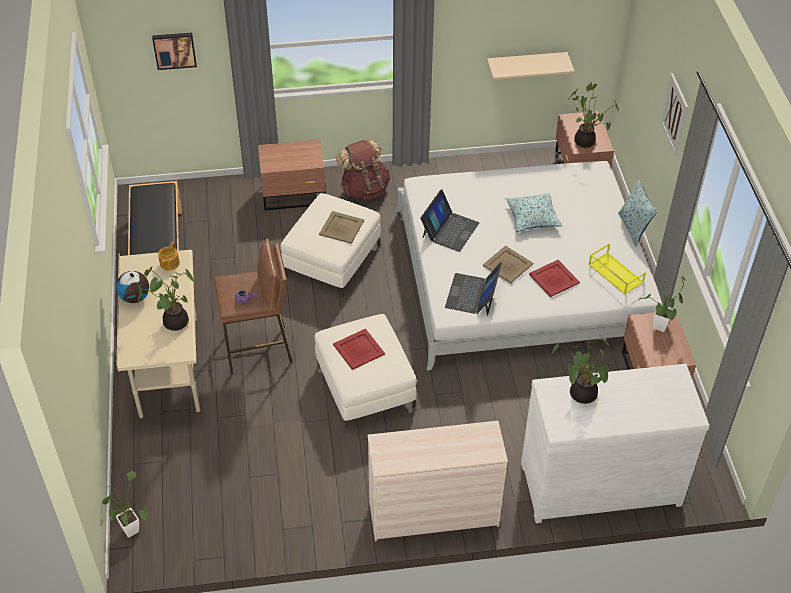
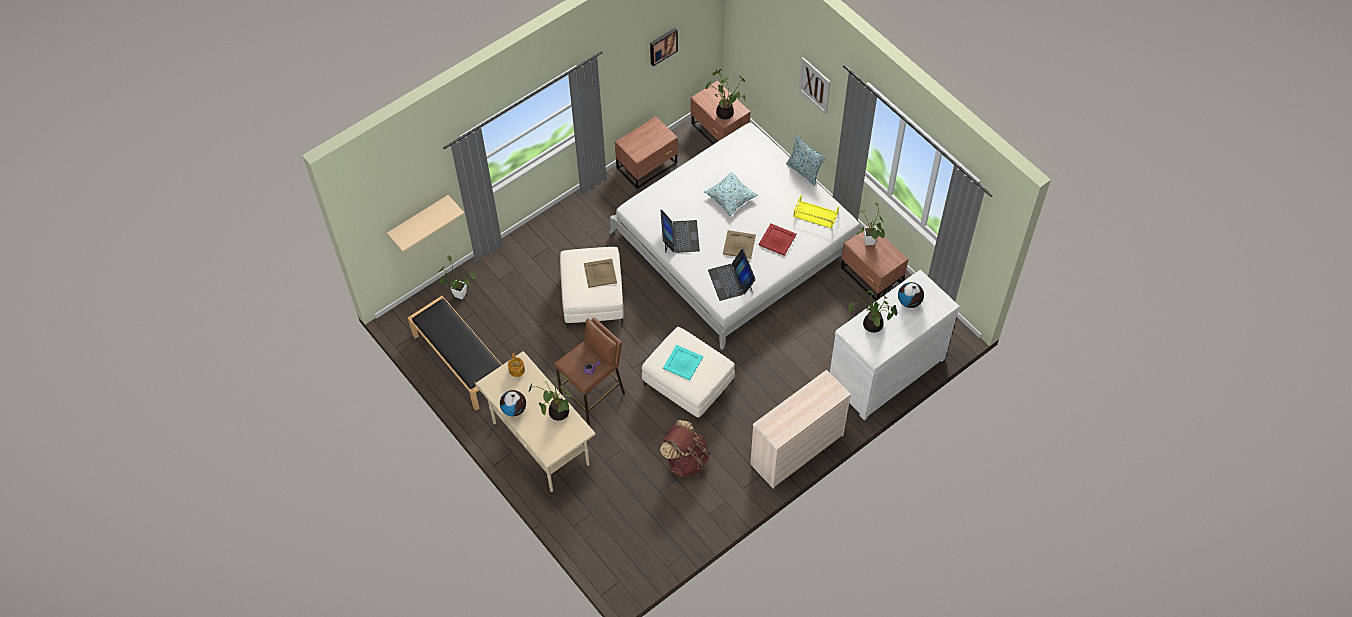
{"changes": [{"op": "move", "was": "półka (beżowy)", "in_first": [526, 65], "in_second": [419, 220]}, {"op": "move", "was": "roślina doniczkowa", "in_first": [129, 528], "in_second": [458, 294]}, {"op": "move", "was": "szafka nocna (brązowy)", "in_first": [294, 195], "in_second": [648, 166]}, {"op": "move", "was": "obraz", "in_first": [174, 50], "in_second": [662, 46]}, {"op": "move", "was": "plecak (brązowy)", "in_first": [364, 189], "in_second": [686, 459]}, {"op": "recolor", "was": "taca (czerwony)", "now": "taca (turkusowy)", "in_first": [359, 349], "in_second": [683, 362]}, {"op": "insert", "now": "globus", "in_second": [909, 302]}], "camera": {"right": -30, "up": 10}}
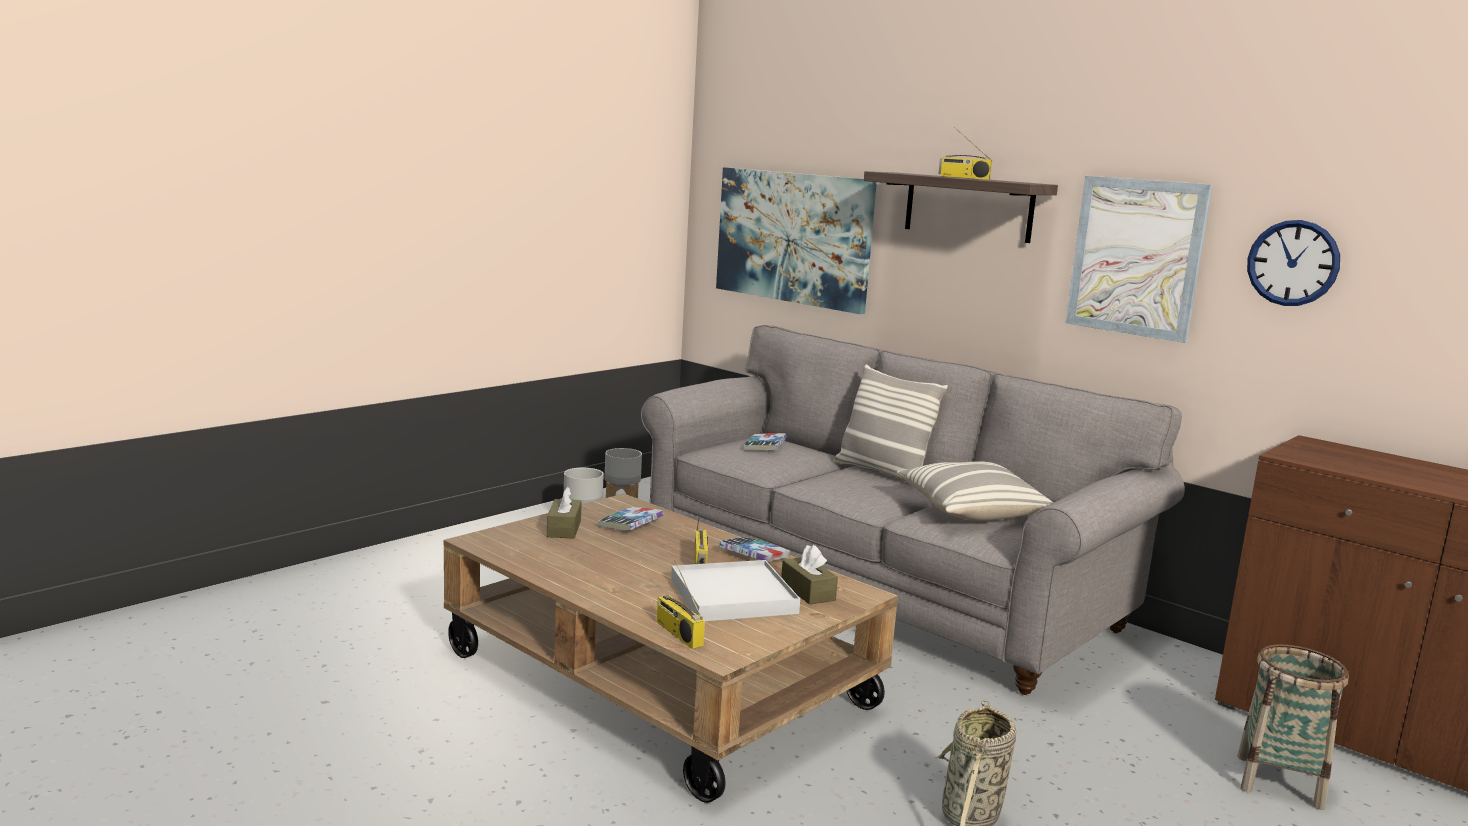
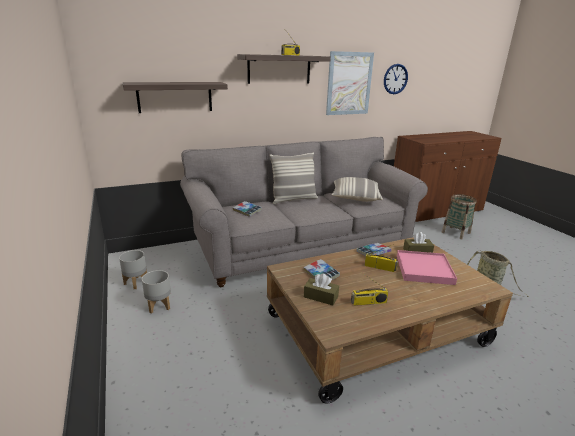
{"changes": [{"op": "replace", "was": "obraz", "now": "półka", "in_first": [793, 237], "in_second": [175, 97]}, {"op": "move", "was": "radio", "in_first": [677, 633], "in_second": [368, 302]}, {"op": "recolor", "was": "taca (biały)", "now": "taca (różowy)", "in_first": [733, 596], "in_second": [424, 269]}], "camera": {"right": -65, "up": 10}}
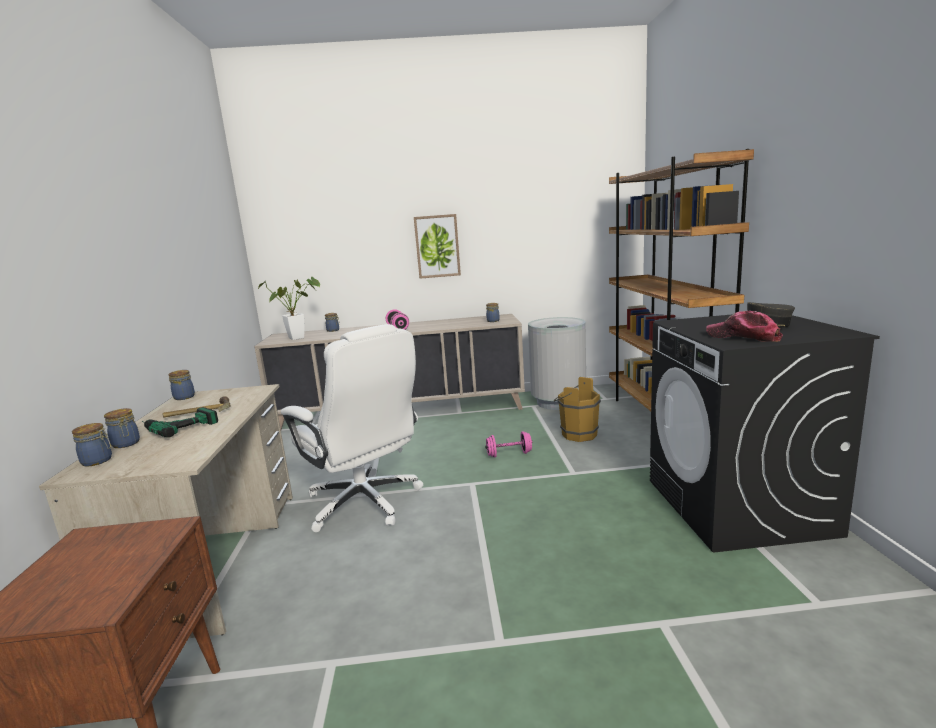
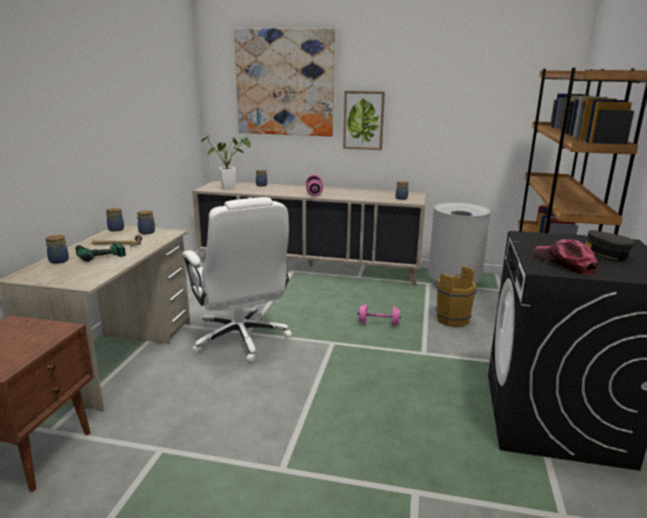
{"changes": [{"op": "move", "was": "słoik", "in_first": [98, 461], "in_second": [147, 232]}, {"op": "insert", "now": "obraz", "in_second": [285, 83]}], "camera": {"right": 15, "up": 5}}
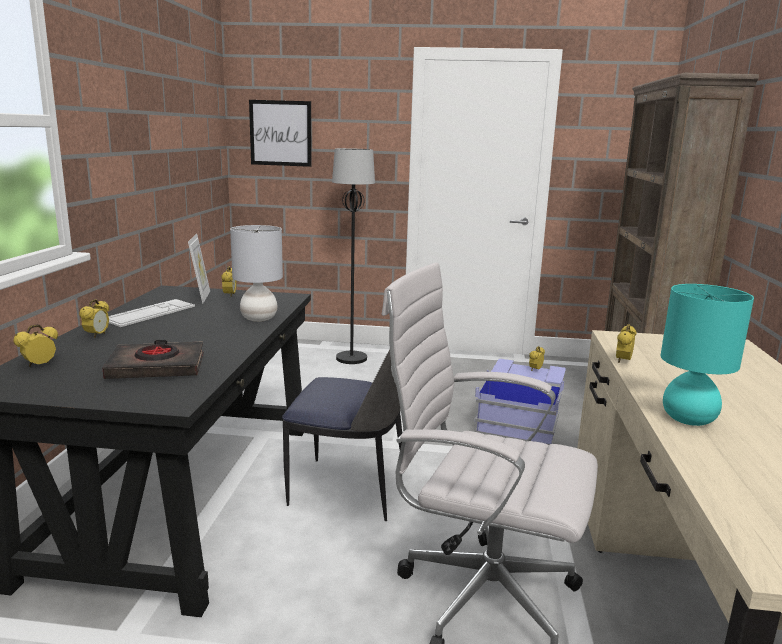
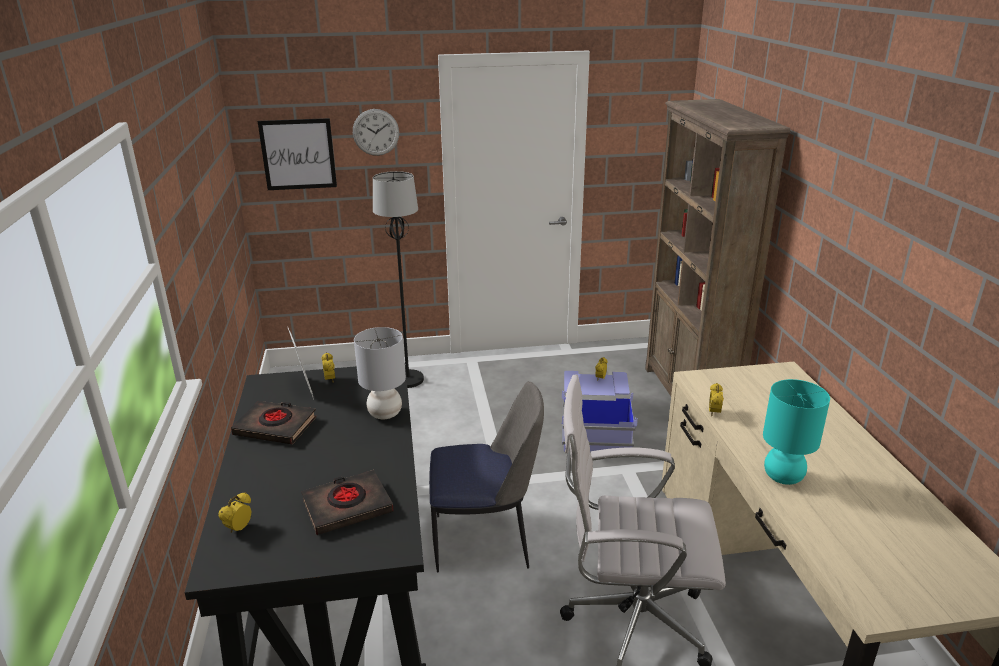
{"changes": [{"op": "replace", "was": "klawiatura", "now": "książka (czarny)", "in_first": [150, 313], "in_second": [275, 427]}, {"op": "insert", "now": "zegar ścienny", "in_second": [376, 132]}, {"op": "delete", "was": "budzik", "in_first": [97, 335]}], "camera": {"right": -15, "up": 10}}
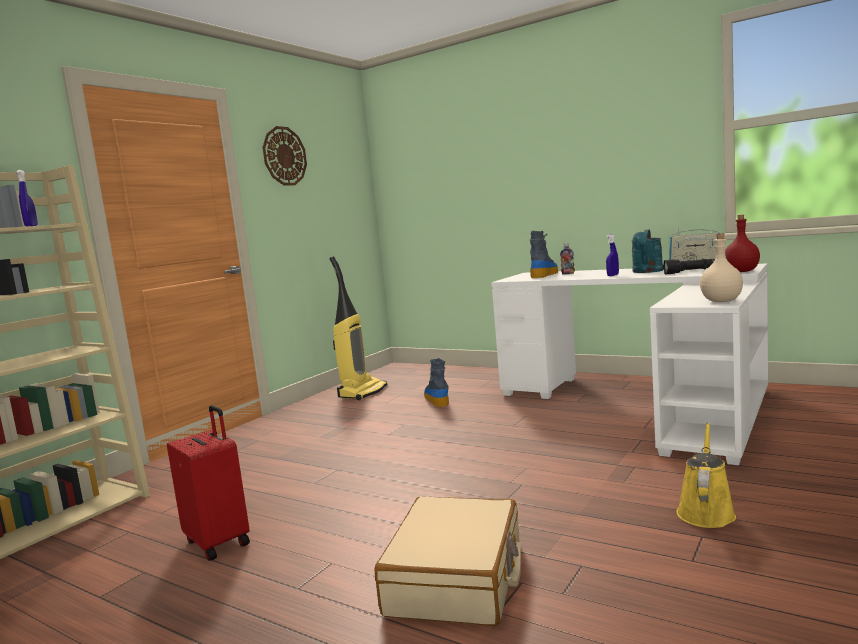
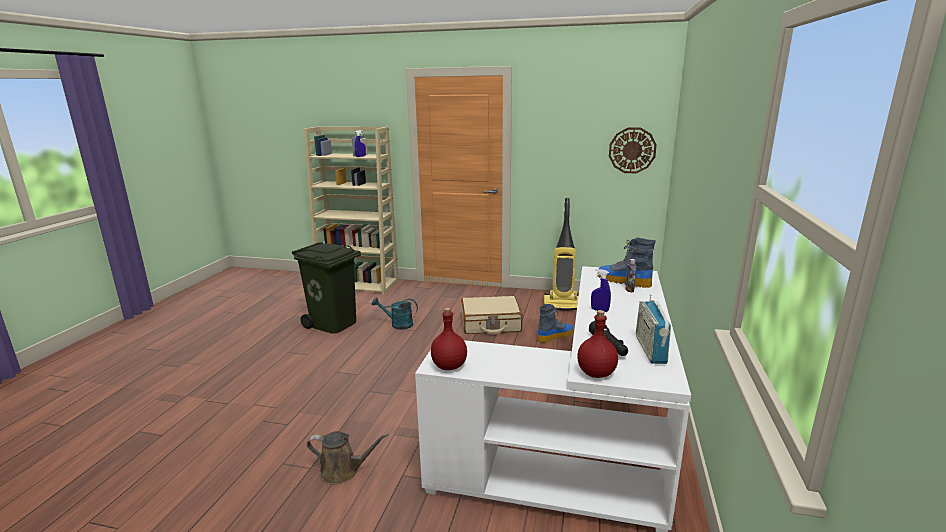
{"changes": [{"op": "replace", "was": "walizka (czerwony)", "now": "kosz na śmieci (zielony)", "in_first": [219, 542], "in_second": [333, 324]}, {"op": "recolor", "was": "konewka (żółty)", "now": "konewka (brązowy)", "in_first": [706, 512], "in_second": [343, 471]}, {"op": "move", "was": "konewka (turkusowy)", "in_first": [647, 271], "in_second": [398, 324]}, {"op": "recolor", "was": "butelka (beżowy)", "now": "butelka (czerwony)", "in_first": [722, 301], "in_second": [449, 366]}, {"op": "move", "was": "walizka (beżowy)", "in_first": [457, 578], "in_second": [490, 324]}, {"op": "rotate", "was": "but z cholewką", "in_first": [544, 275], "in_second": [622, 281], "clockwise": -150}, {"op": "move", "was": "zegar ścienny", "in_first": [284, 156], "in_second": [632, 150]}], "camera": {"right": 70, "up": 10}}
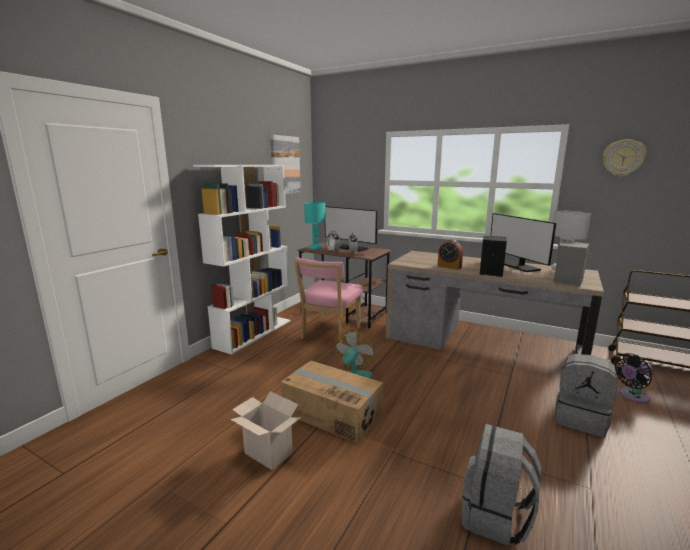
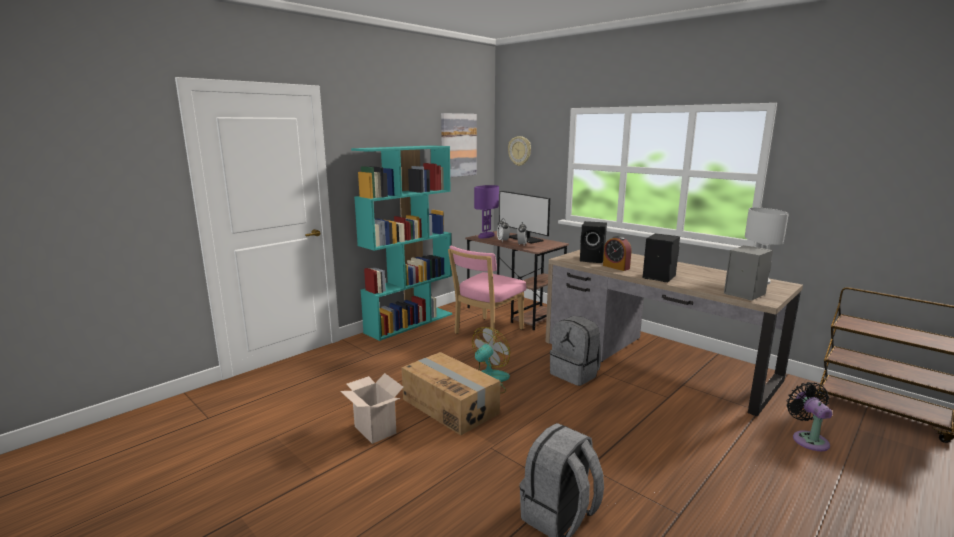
{"changes": [{"op": "recolor", "was": "regał (biały)", "now": "regał (turkusowy)", "in_first": [254, 333], "in_second": [409, 323]}, {"op": "recolor", "was": "lampa stołowa (turkusowy)", "now": "lampa stołowa (fioletowy)", "in_first": [315, 247], "in_second": [486, 236]}, {"op": "move", "was": "zegar ścienny", "in_first": [623, 158], "in_second": [519, 151]}, {"op": "move", "was": "plecak (szary)", "in_first": [580, 419], "in_second": [575, 374]}, {"op": "insert", "now": "głośnik (czarny)", "in_second": [593, 259]}, {"op": "rotate", "was": "wentylator (czarny)", "in_first": [632, 396], "in_second": [808, 439], "clockwise": 90}, {"op": "delete", "was": "monitor", "in_first": [518, 266]}], "camera": {"right": 15, "up": 0}}
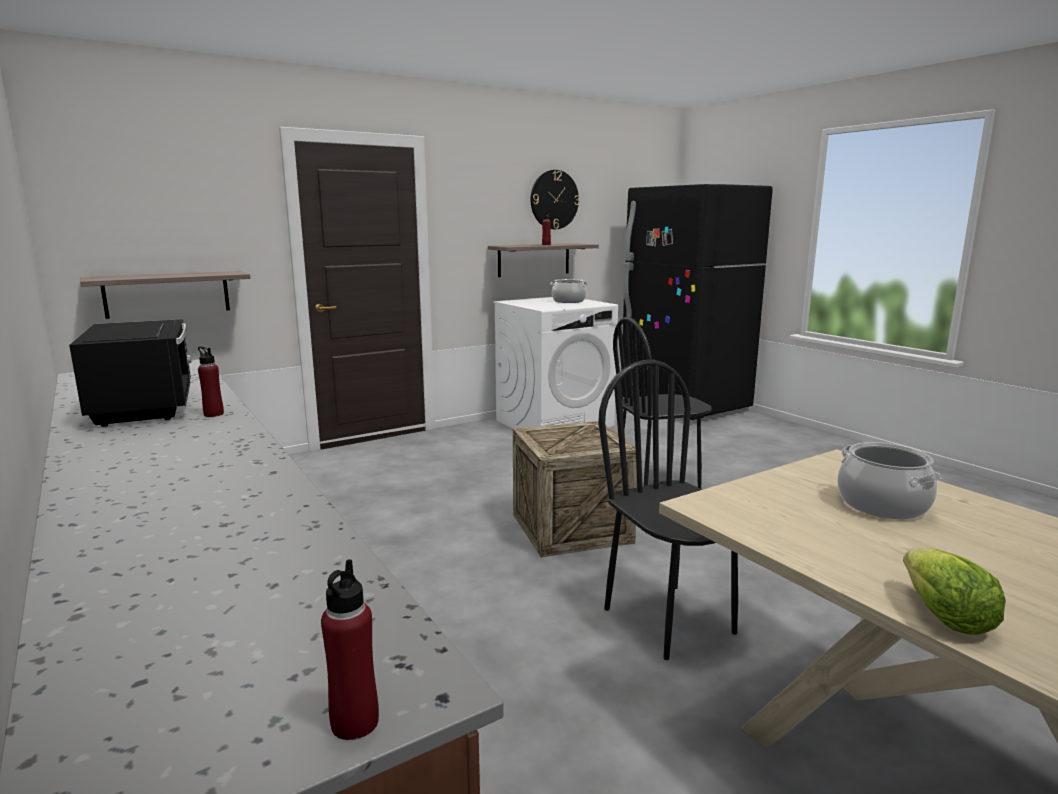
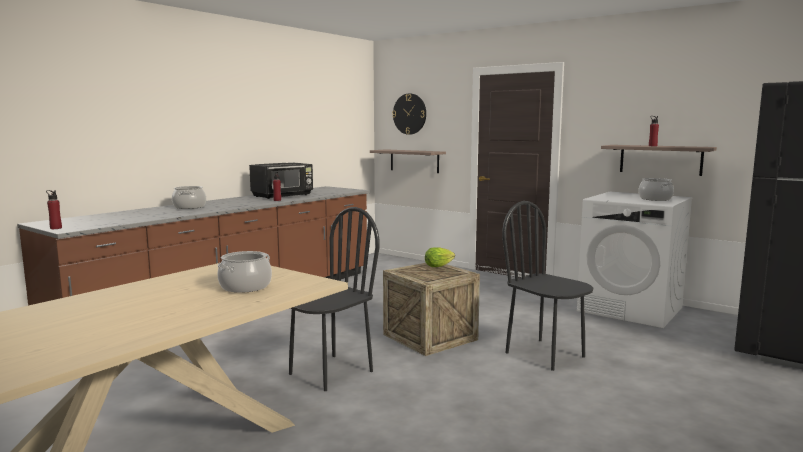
{"changes": [{"op": "insert", "now": "garnek", "in_second": [189, 207]}, {"op": "move", "was": "zegar ścienny", "in_first": [554, 199], "in_second": [409, 114]}, {"op": "move", "was": "sałata", "in_first": [944, 617], "in_second": [438, 266]}], "camera": {"right": 70, "up": -5}}
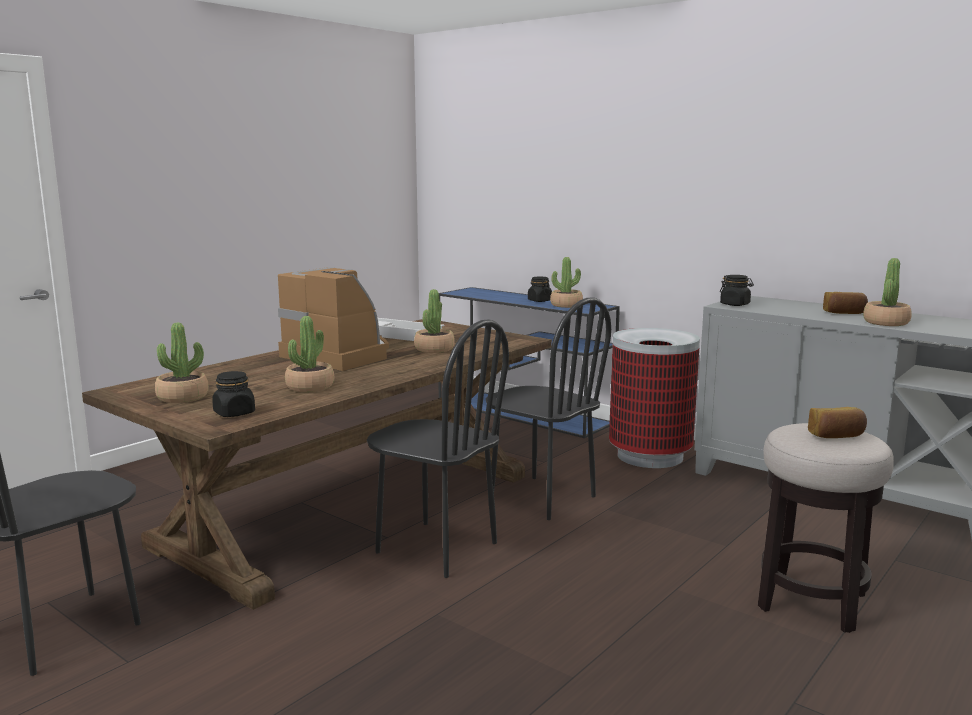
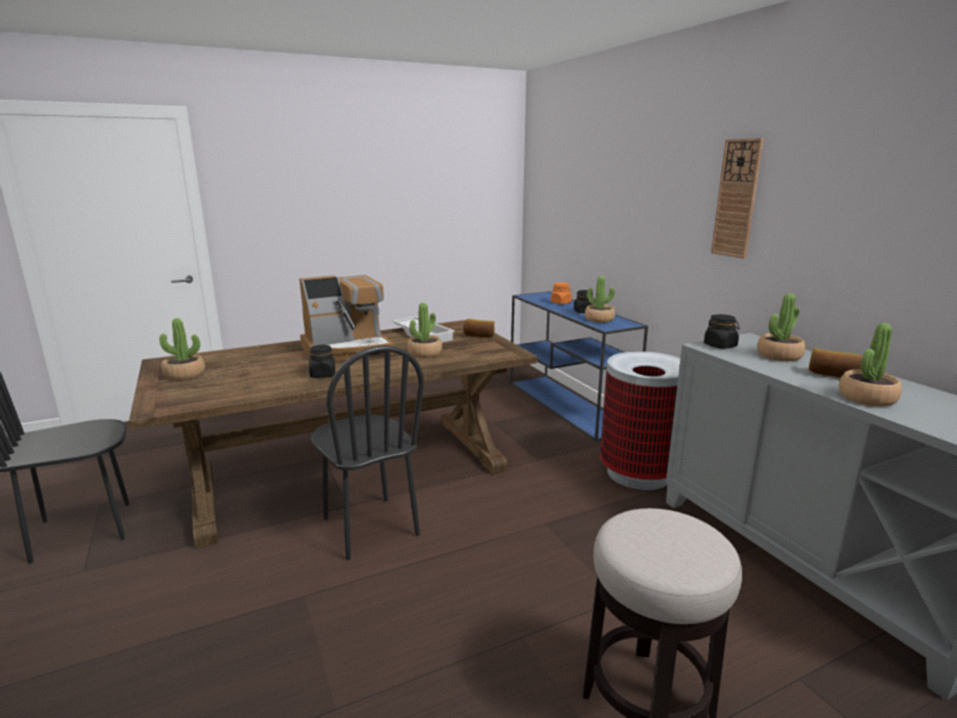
{"changes": [{"op": "rotate", "was": "ekspres do kawy", "in_first": [339, 355], "in_second": [347, 349], "clockwise": 90}, {"op": "move", "was": "słoik (czarny)", "in_first": [234, 413], "in_second": [323, 375]}, {"op": "move", "was": "chleb", "in_first": [836, 436], "in_second": [479, 336]}, {"op": "insert", "now": "słoik (pomarańczowy)", "in_second": [561, 303]}, {"op": "insert", "now": "zegar ścienny", "in_second": [737, 199]}, {"op": "move", "was": "roślina doniczkowa", "in_first": [310, 387], "in_second": [779, 356]}, {"op": "delete", "was": "krzesło (czarny)", "in_first": [542, 497]}], "camera": {"right": 25, "up": 5}}
